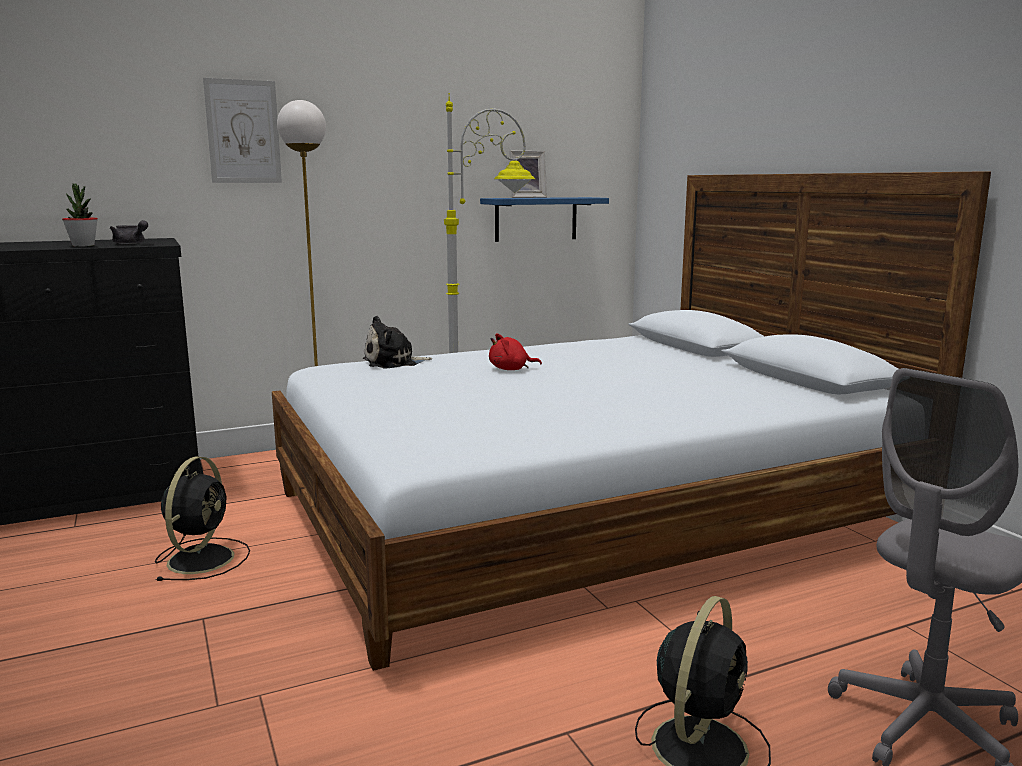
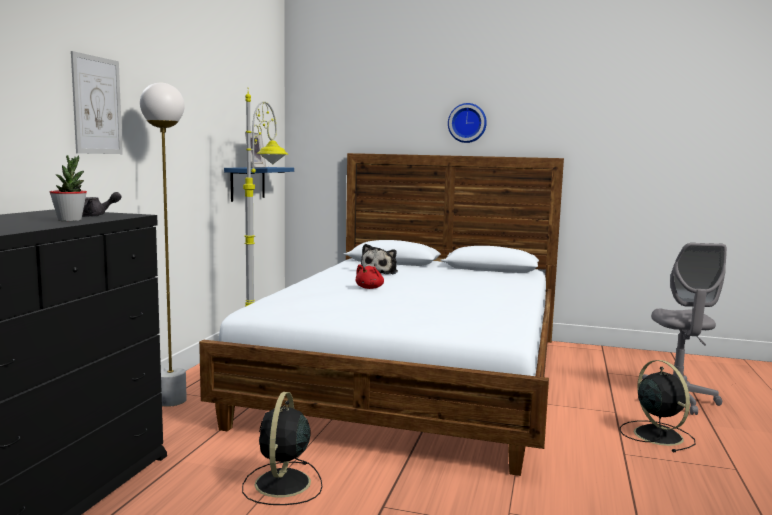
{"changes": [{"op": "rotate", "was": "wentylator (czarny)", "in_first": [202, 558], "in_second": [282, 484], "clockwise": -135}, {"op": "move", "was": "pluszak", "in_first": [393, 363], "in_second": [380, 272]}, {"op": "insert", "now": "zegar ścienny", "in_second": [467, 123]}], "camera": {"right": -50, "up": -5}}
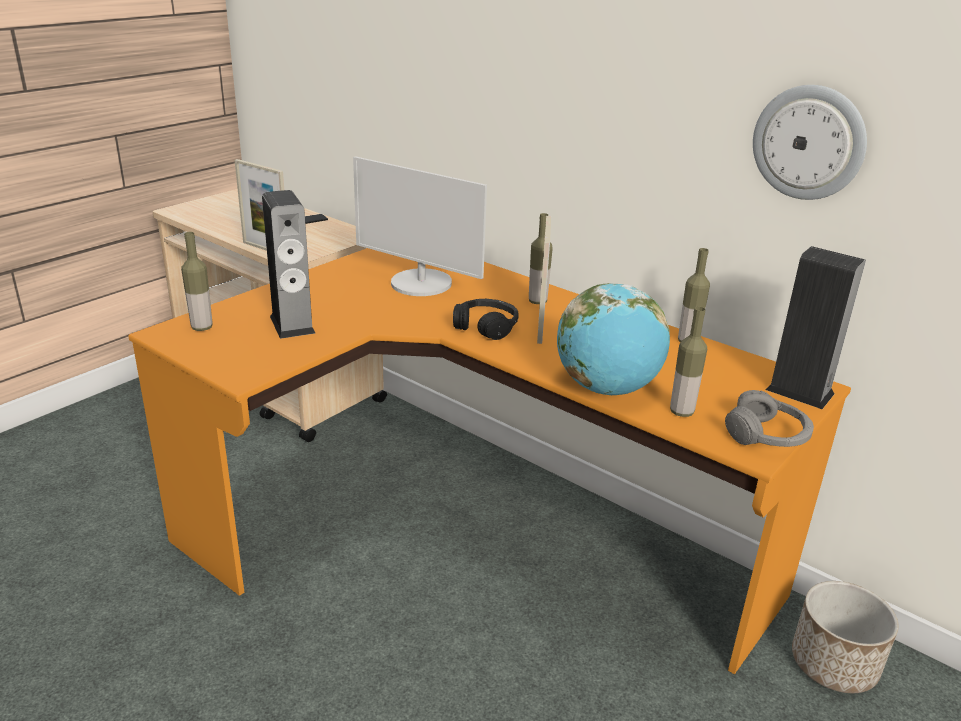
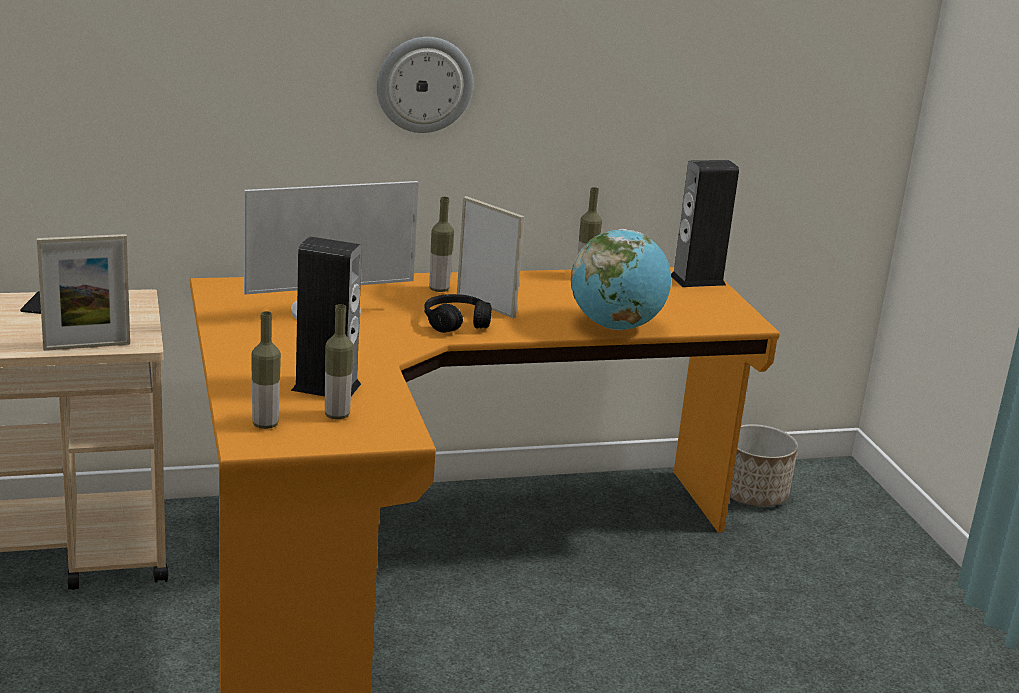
{"changes": [{"op": "move", "was": "butelka", "in_first": [681, 412], "in_second": [337, 415]}, {"op": "move", "was": "zegar ścienny", "in_first": [809, 142], "in_second": [424, 84]}, {"op": "delete", "was": "słuchawki (szary)", "in_first": [767, 436]}], "camera": {"right": -55, "up": -5}}
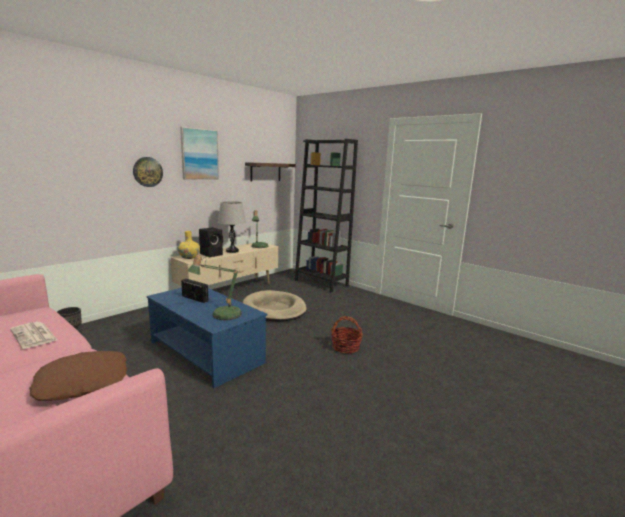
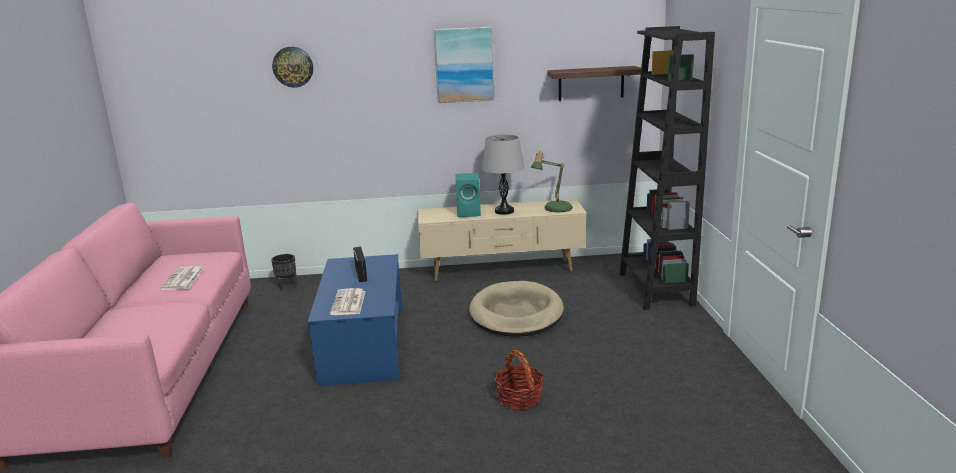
{"changes": [{"op": "move", "was": "zegar ścienny", "in_first": [147, 172], "in_second": [293, 67]}, {"op": "replace", "was": "lampa stołowa", "now": "gazeta", "in_first": [221, 315], "in_second": [348, 303]}, {"op": "recolor", "was": "głośnik (czarny)", "now": "głośnik (turkusowy)", "in_first": [212, 254], "in_second": [469, 213]}, {"op": "delete", "was": "poduszka (brązowy)", "in_first": [83, 382]}, {"op": "delete", "was": "wazon (żółty)", "in_first": [189, 257]}], "camera": {"right": 45, "up": 5}}
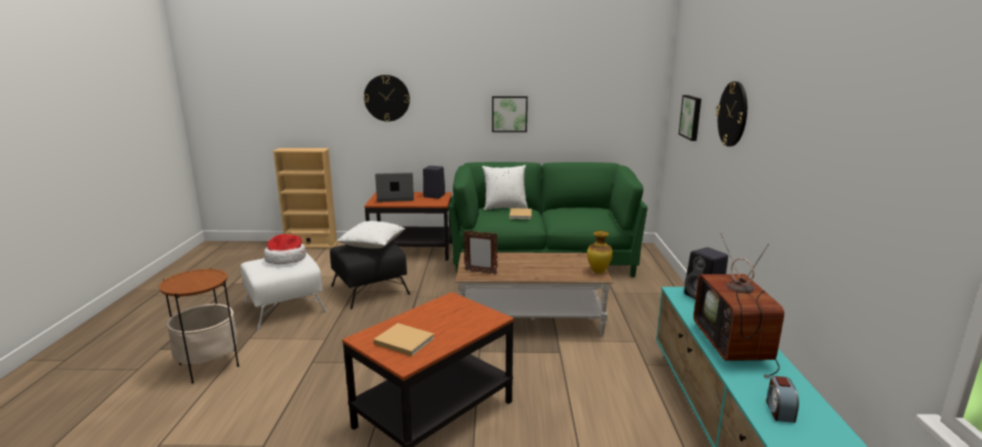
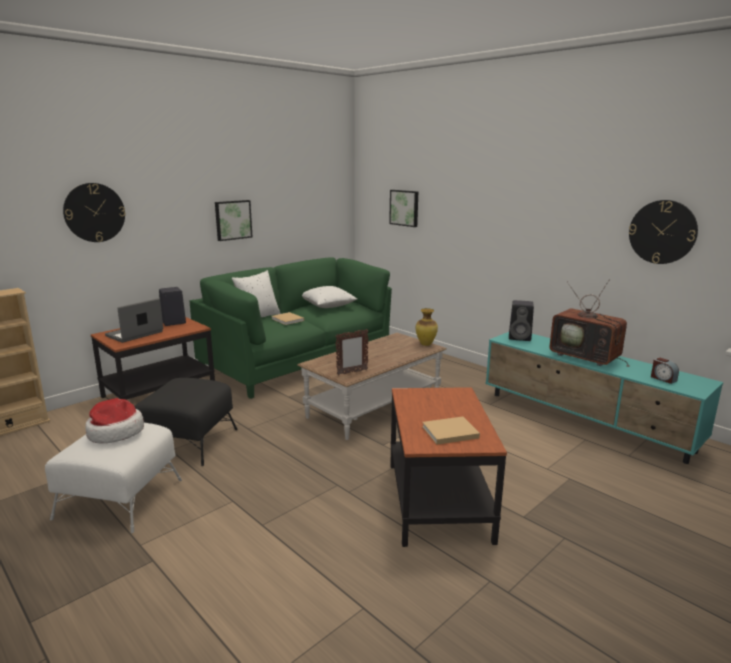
{"changes": [{"op": "move", "was": "poduszka (biały)", "in_first": [372, 245], "in_second": [328, 306]}, {"op": "move", "was": "zegar ścienny", "in_first": [733, 114], "in_second": [662, 232]}, {"op": "delete", "was": "stolik", "in_first": [209, 365]}], "camera": {"right": -45, "up": 0}}
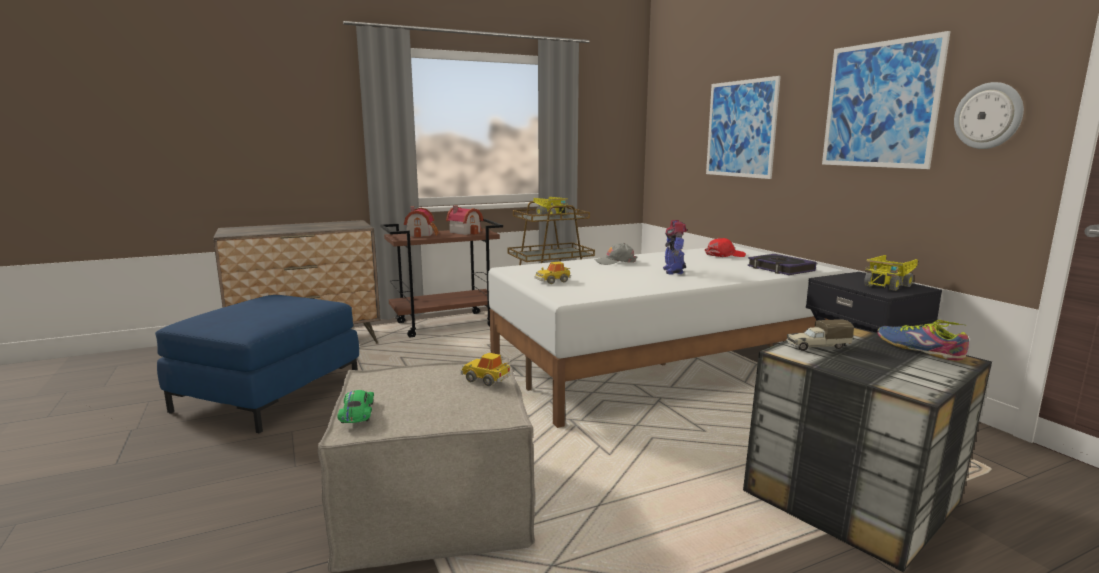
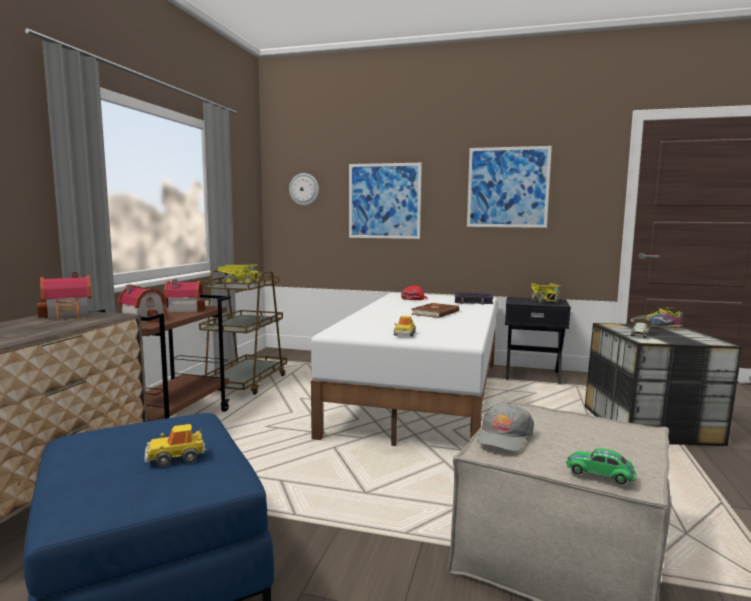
{"changes": [{"op": "insert", "now": "domek", "in_second": [69, 315]}, {"op": "move", "was": "samochodzik", "in_first": [486, 379], "in_second": [176, 458]}, {"op": "move", "was": "zegar ścienny", "in_first": [988, 116], "in_second": [304, 189]}, {"op": "replace", "was": "robot zabawkowy", "now": "książka (brązowy)", "in_first": [674, 271], "in_second": [436, 313]}, {"op": "move", "was": "czapka z daszkiem (szary)", "in_first": [615, 262], "in_second": [504, 437]}], "camera": {"right": -50, "up": -5}}
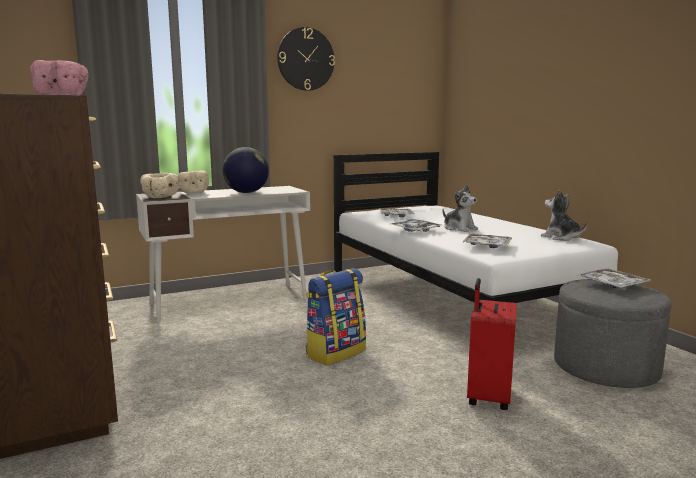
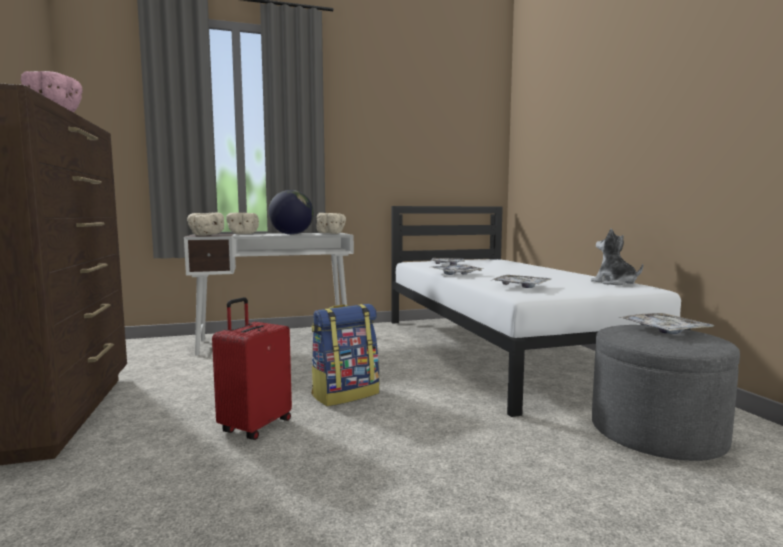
{"changes": [{"op": "move", "was": "walizka (czerwony)", "in_first": [487, 397], "in_second": [255, 426]}, {"op": "insert", "now": "miska (beżowy)", "in_second": [330, 233]}, {"op": "delete", "was": "zegar ścienny", "in_first": [306, 59]}, {"op": "delete", "was": "pluszak", "in_first": [459, 228]}], "camera": {"right": 10, "up": -5}}
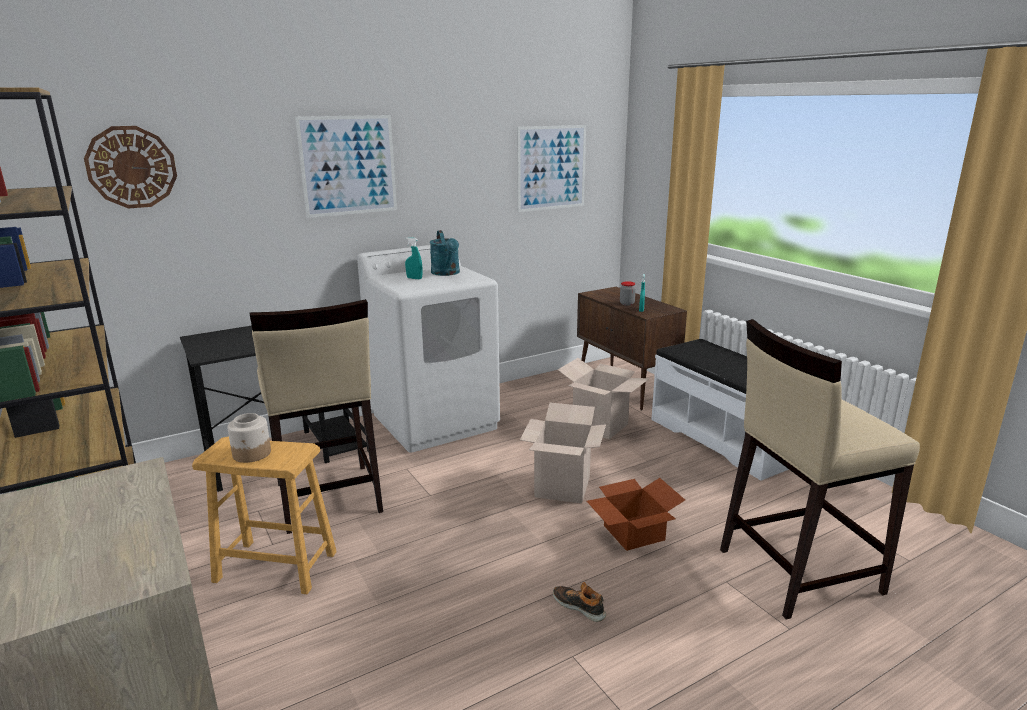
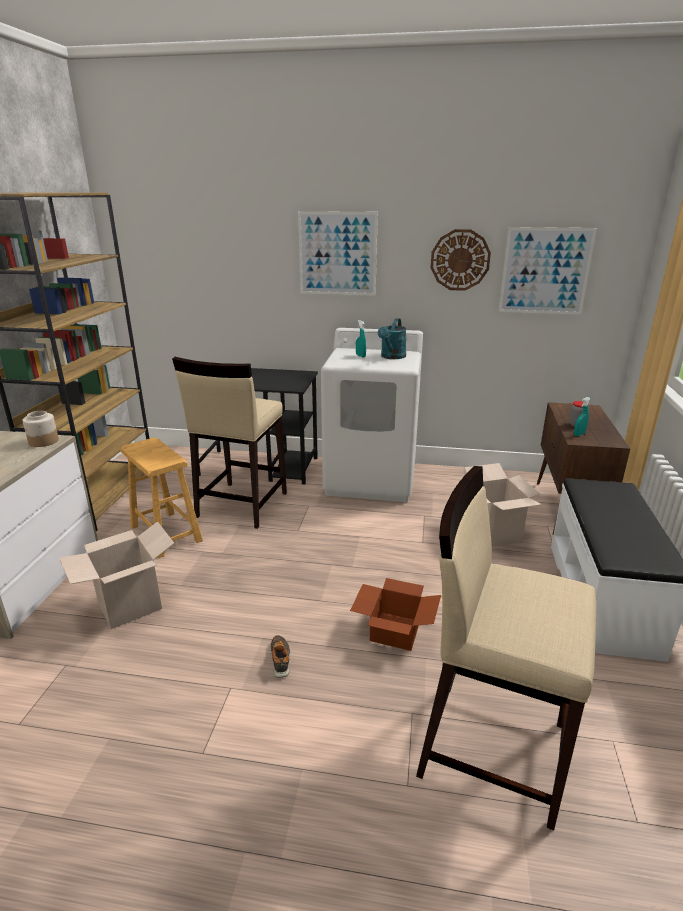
{"changes": [{"op": "move", "was": "słoik", "in_first": [252, 454], "in_second": [43, 441]}, {"op": "move", "was": "karton", "in_first": [562, 487], "in_second": [129, 605]}, {"op": "move", "was": "zegar ścienny", "in_first": [131, 167], "in_second": [460, 260]}], "camera": {"right": 40, "up": 5}}
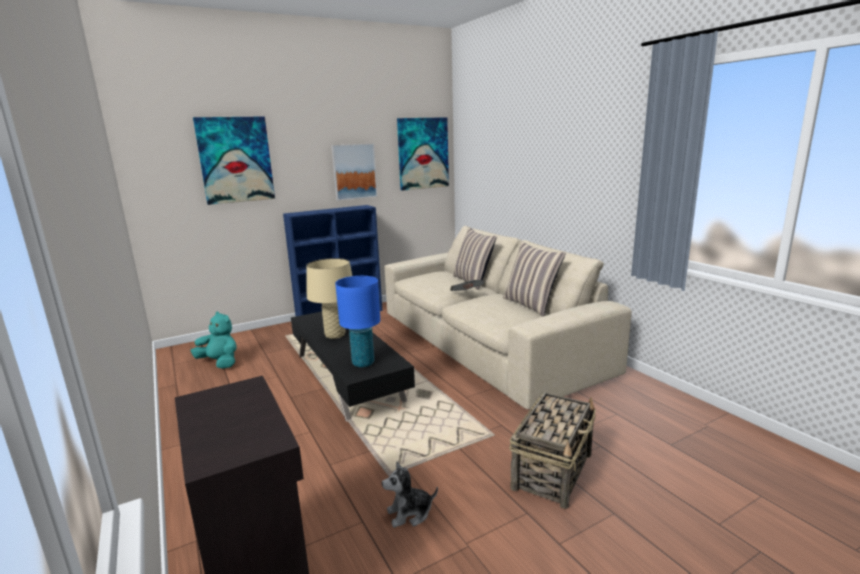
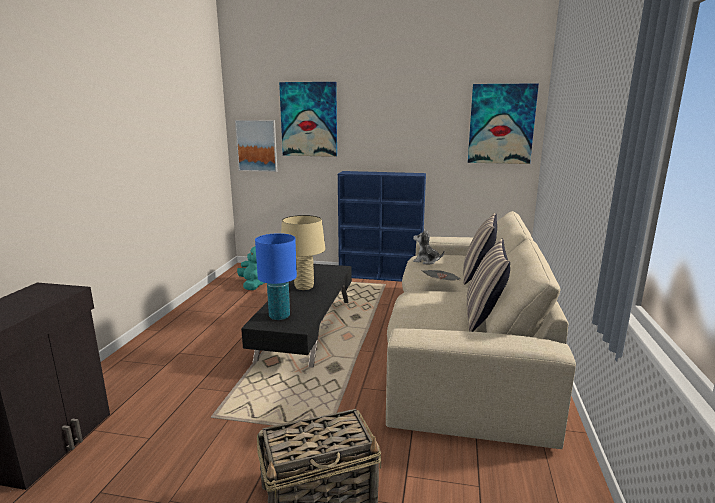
{"changes": [{"op": "move", "was": "obraz", "in_first": [354, 171], "in_second": [257, 145]}, {"op": "move", "was": "pluszak", "in_first": [410, 513], "in_second": [426, 261]}], "camera": {"right": 40, "up": 0}}
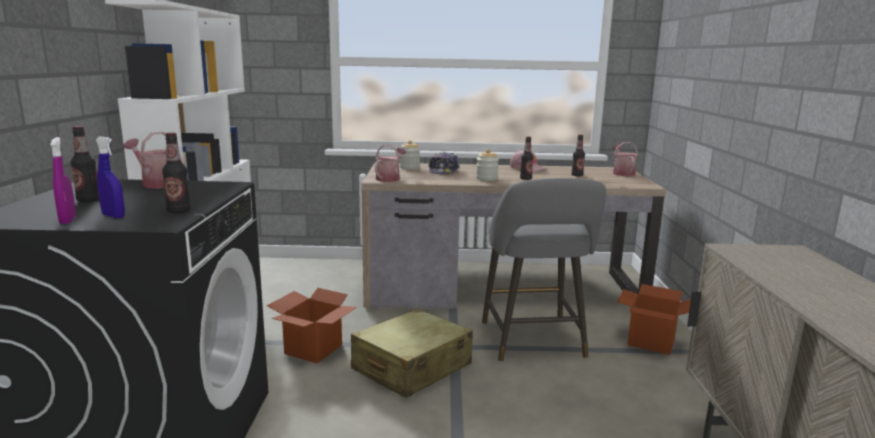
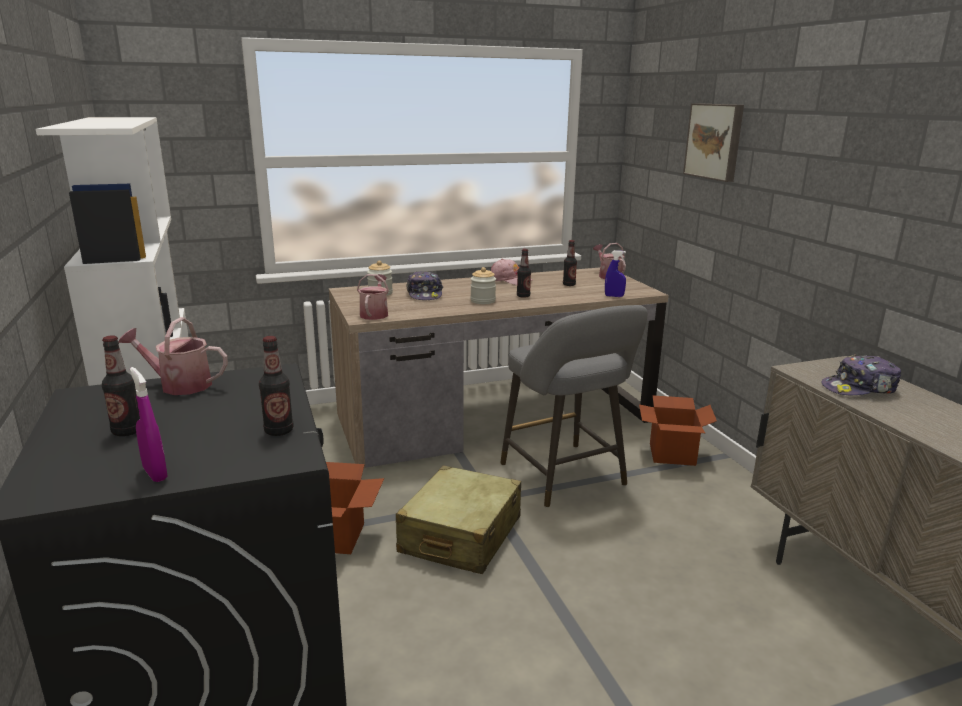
{"changes": [{"op": "move", "was": "spryskiwacz (niebieski)", "in_first": [113, 216], "in_second": [614, 296]}, {"op": "insert", "now": "obraz", "in_second": [715, 141]}, {"op": "insert", "now": "czapka z daszkiem", "in_second": [860, 388]}], "camera": {"right": -20, "up": 5}}
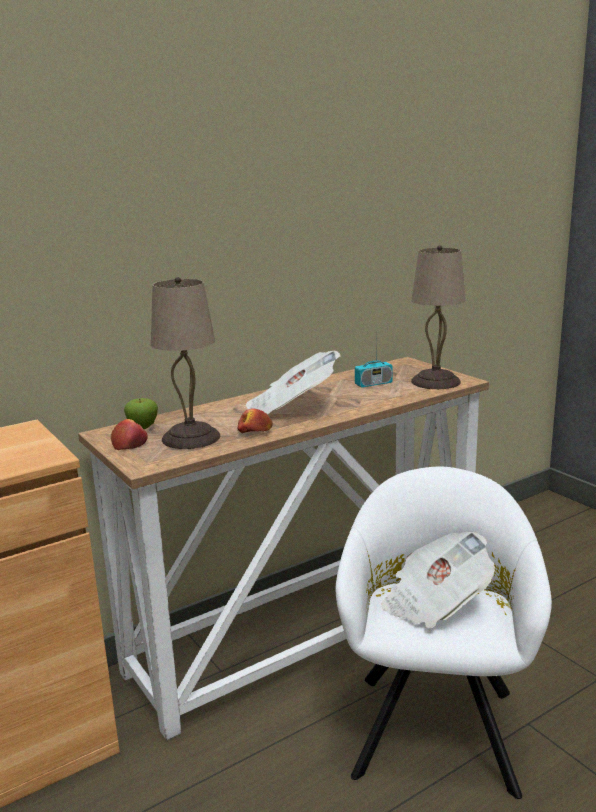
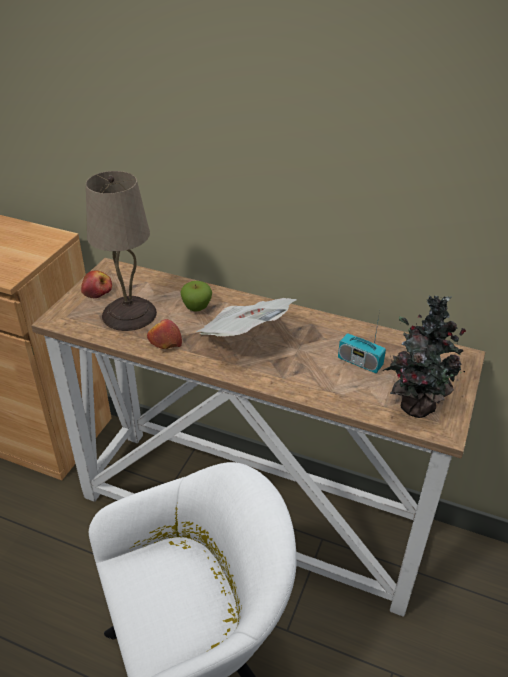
{"changes": [{"op": "move", "was": "jabłko", "in_first": [143, 427], "in_second": [197, 308]}, {"op": "replace", "was": "lampa stołowa (beżowy)", "now": "roślina doniczkowa", "in_first": [434, 381], "in_second": [413, 405]}, {"op": "delete", "was": "gazeta", "in_first": [435, 602]}], "camera": {"right": 55, "up": 20}}
